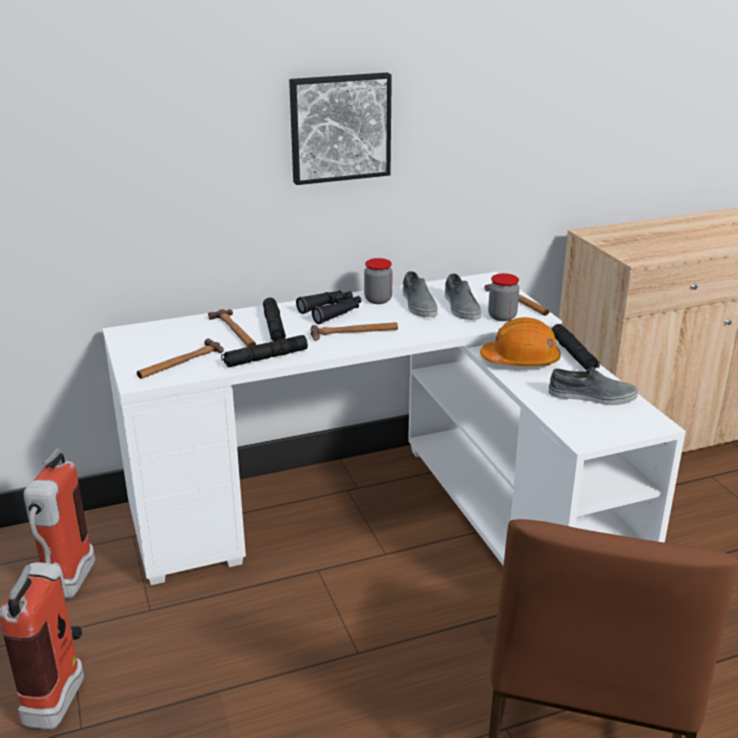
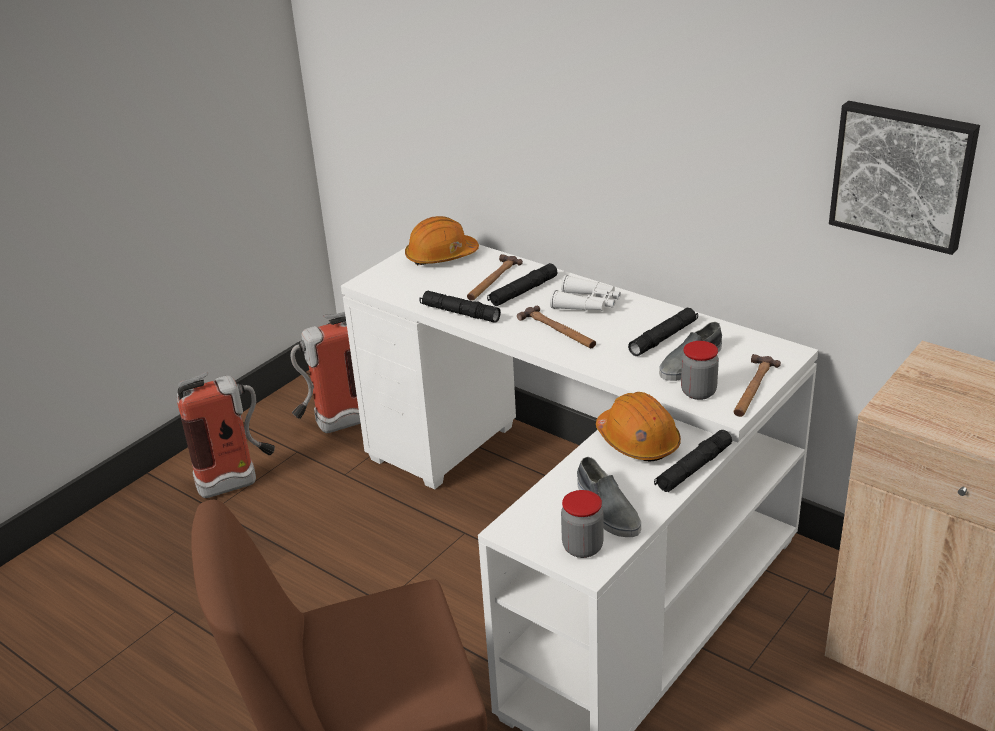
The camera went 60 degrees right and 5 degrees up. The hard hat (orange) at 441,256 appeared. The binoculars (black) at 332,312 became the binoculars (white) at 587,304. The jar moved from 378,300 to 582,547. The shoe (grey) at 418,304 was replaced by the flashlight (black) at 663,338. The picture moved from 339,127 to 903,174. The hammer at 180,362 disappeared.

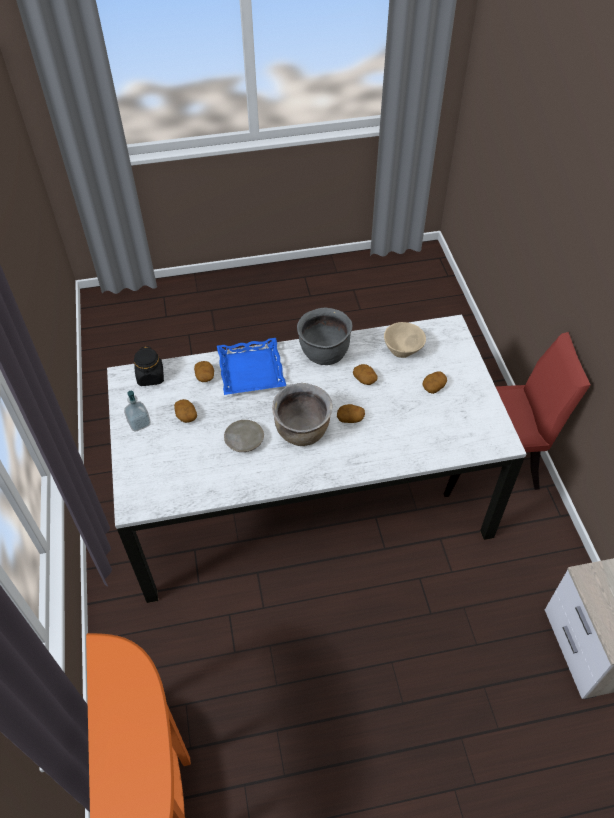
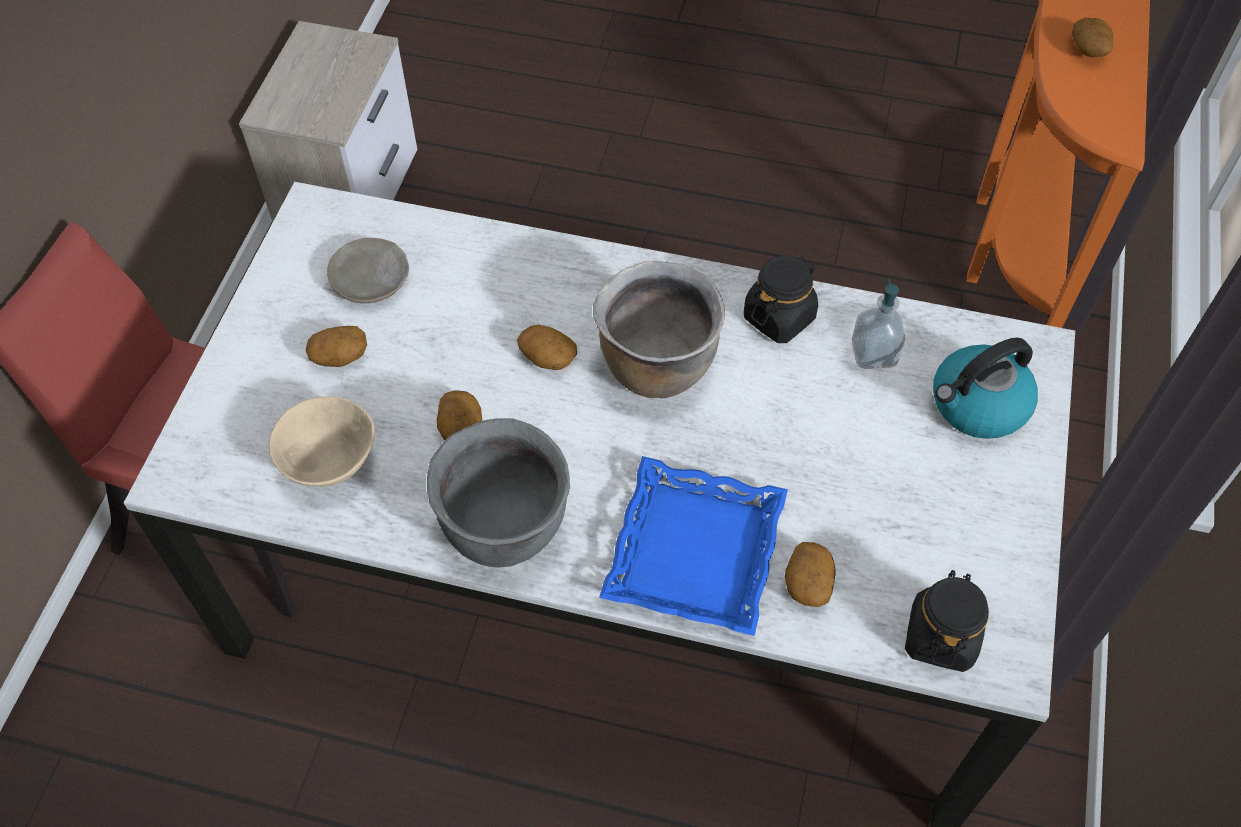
The camera went 155 degrees left and 5 degrees up. The plate (beige) moved from 244,440 to 371,280. The jar (black) at 779,317 appeared. The soap dispenser moved from 139,423 to 873,353. The kettle at 977,405 appeared. The potato moved from 186,415 to 1089,49.

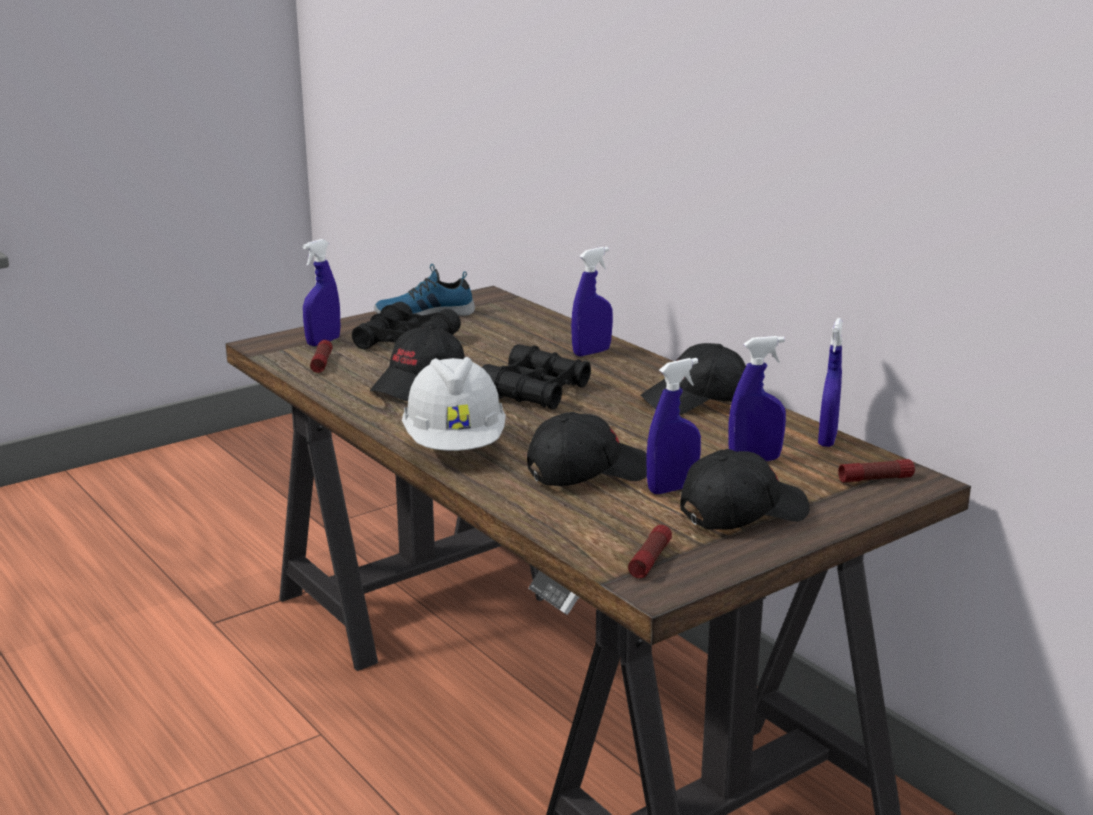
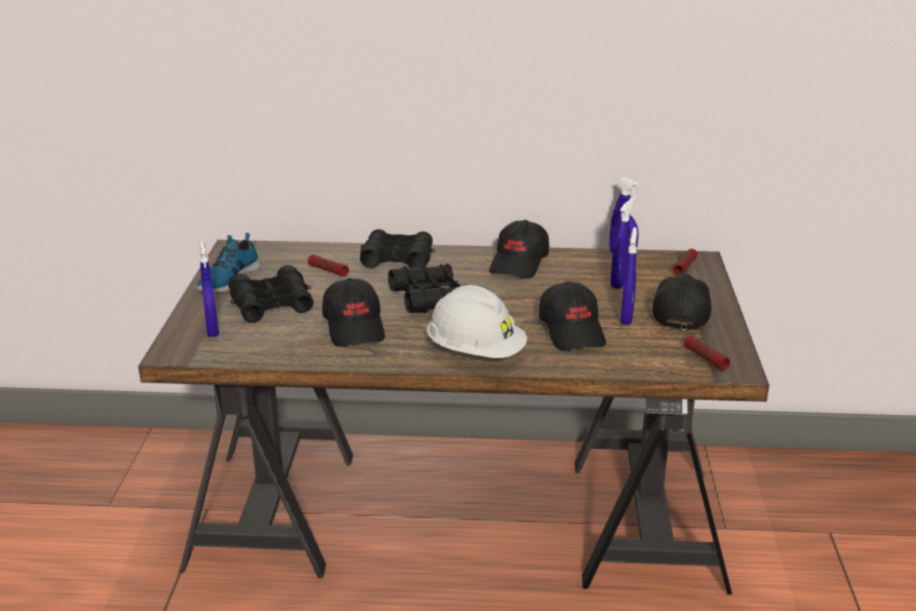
The camera went 50 degrees left and 5 degrees up. The flashlight moved from 322,363 to 328,271. The spray bottle (blue) at 591,352 was replaced by the binoculars (black) at 397,259. The cap (black) at 587,472 turned 150 degrees clockwise.

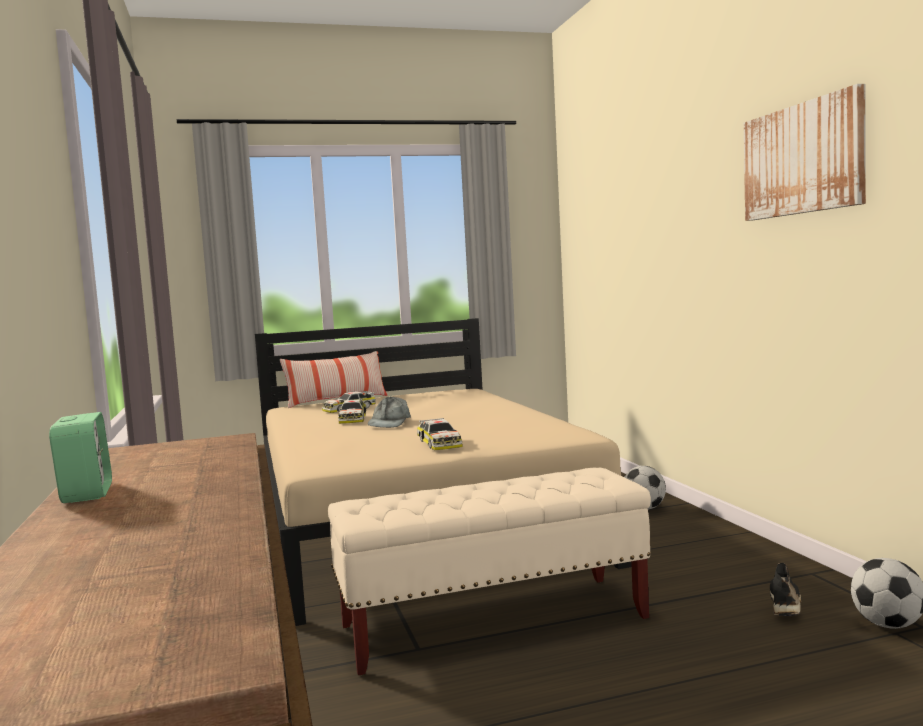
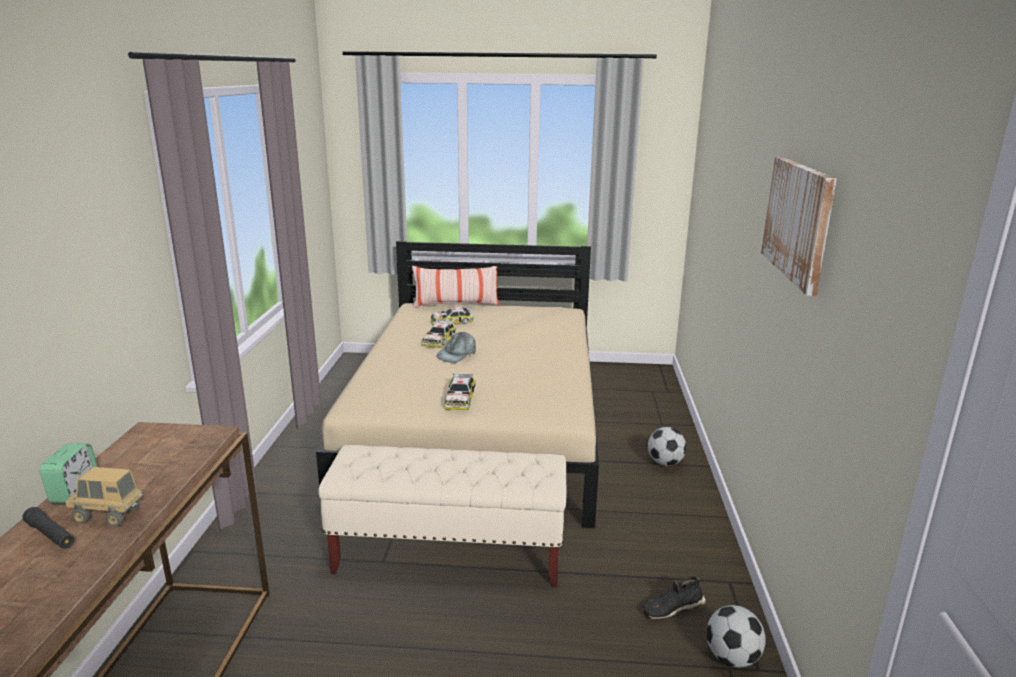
The camera went 20 degrees right and 15 degrees up. The flashlight (black) at 50,535 appeared. The toy truck at 108,516 appeared. The shoe (black) at 785,605 turned 150 degrees counterclockwise.

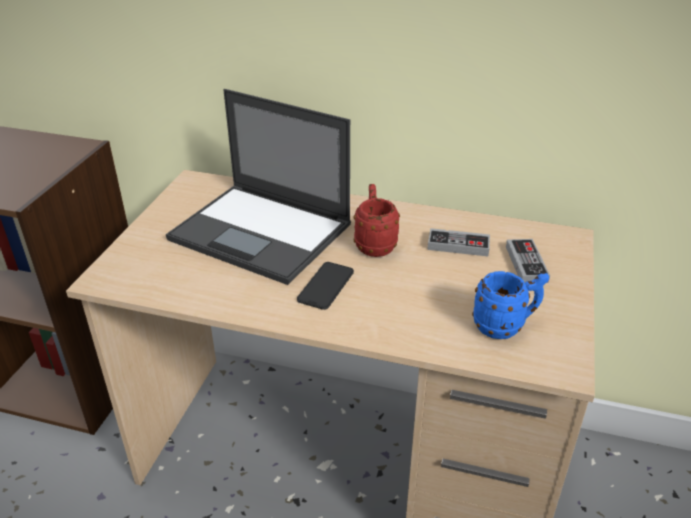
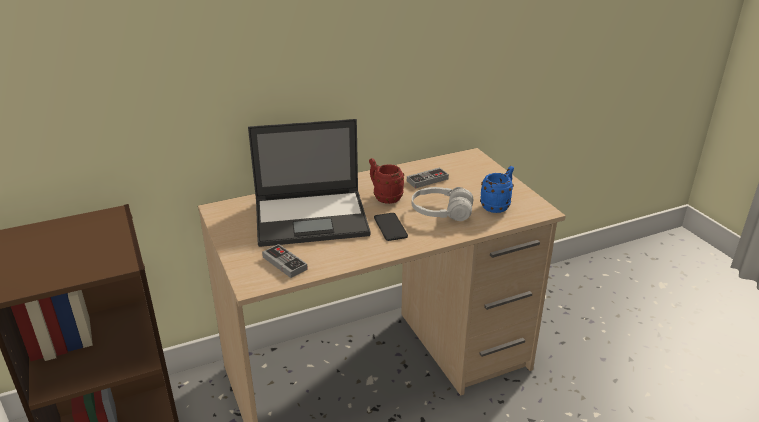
The camera went 40 degrees left and 5 degrees down. The game controller moved from 526,264 to 284,263. The headphones (white) at 441,213 appeared.

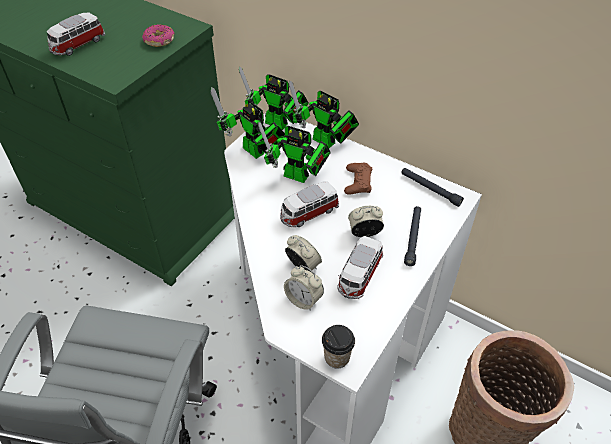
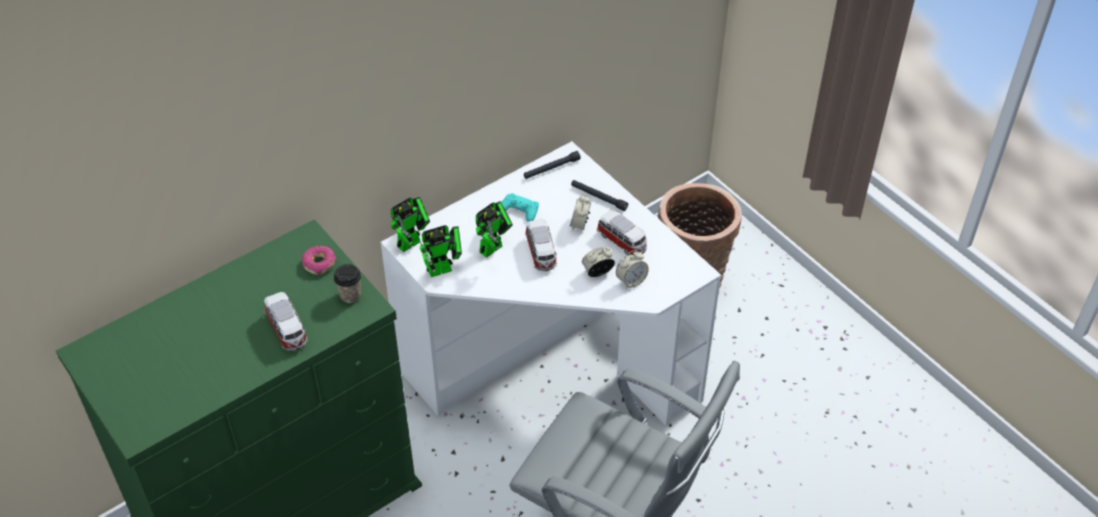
The camera went 70 degrees left and 0 degrees up. The cup moved from 337,357 to 350,295. The game controller (brown) at 358,182 became the game controller (turquoise) at 519,210. The toy robot at 327,142 disappeared.

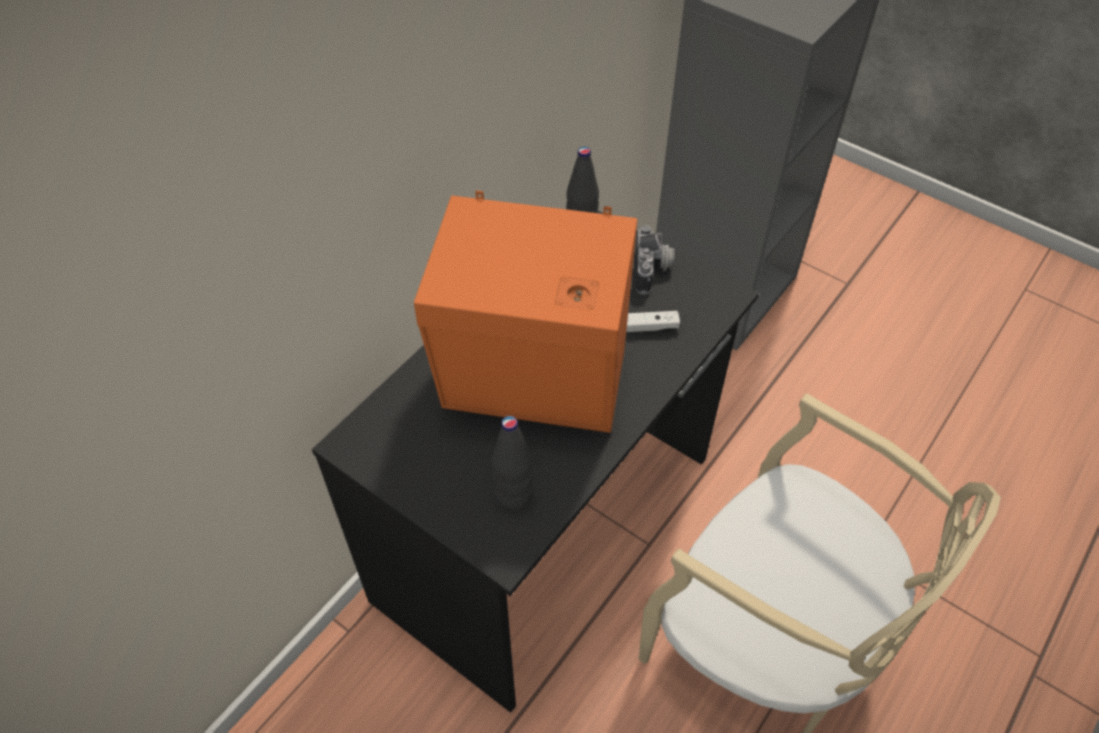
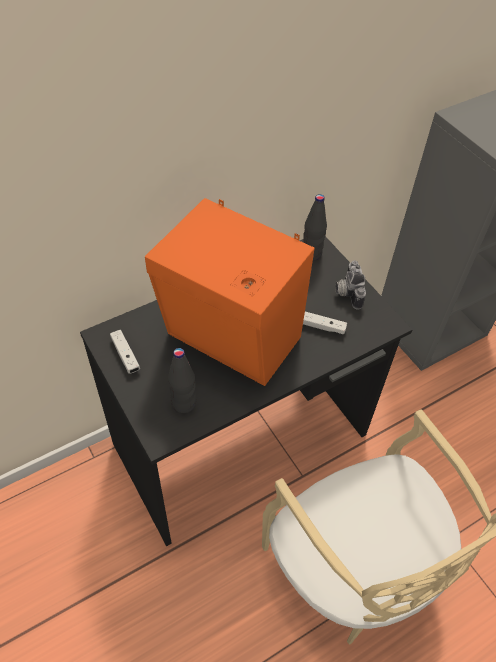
The camera went 20 degrees right and 0 degrees up. The game controller (white) at 125,355 appeared. The photo camera at 653,270 turned 150 degrees clockwise.

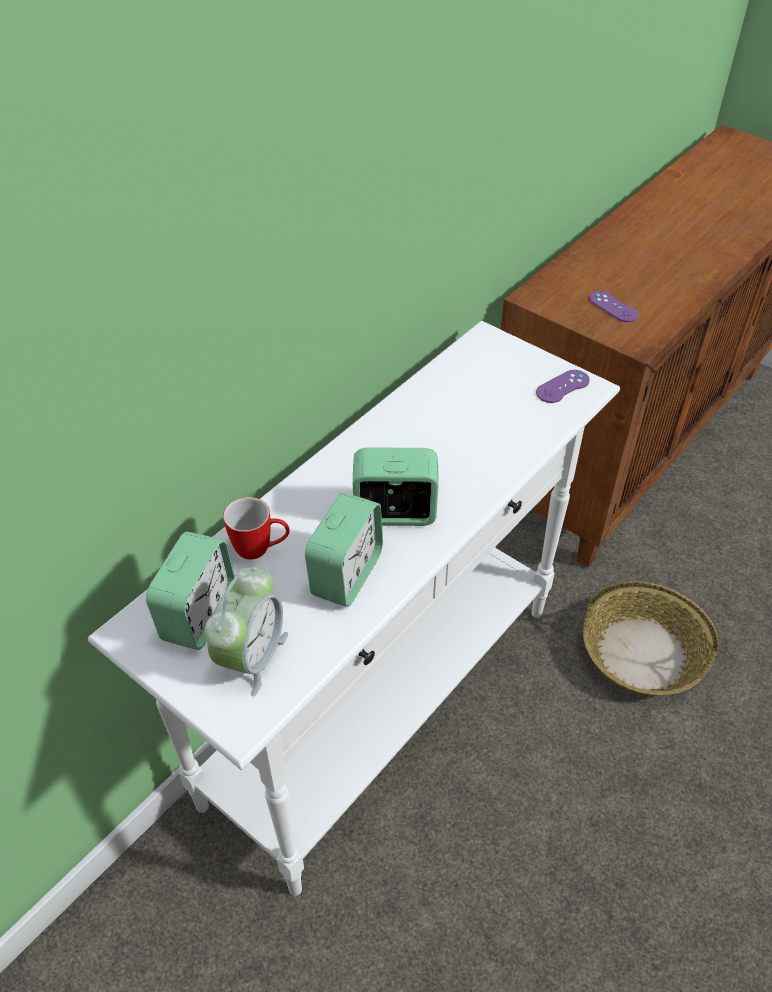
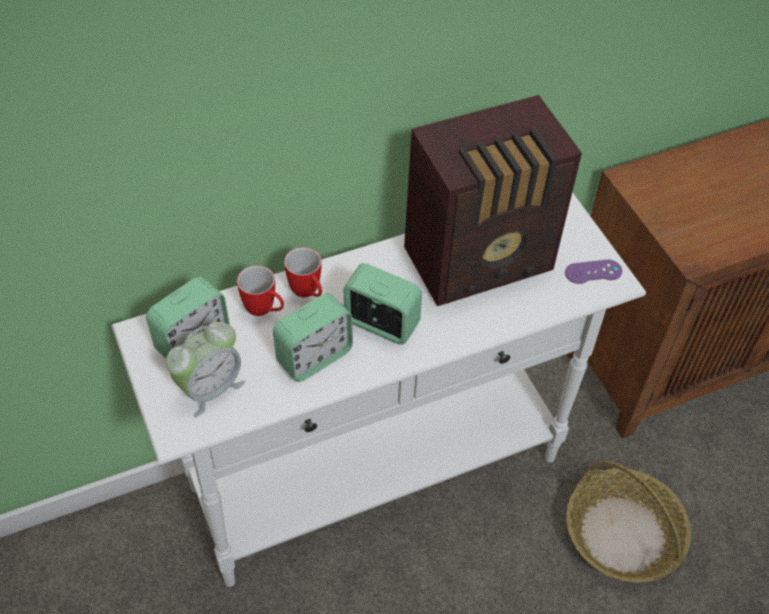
The camera went 25 degrees right and 5 degrees up. The mug at 308,293 appeared. The radio at 482,261 appeared. The game controller (purple) at 613,307 disappeared.

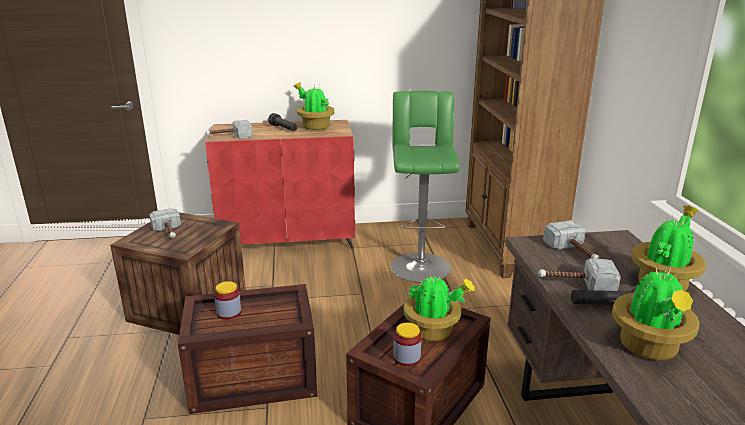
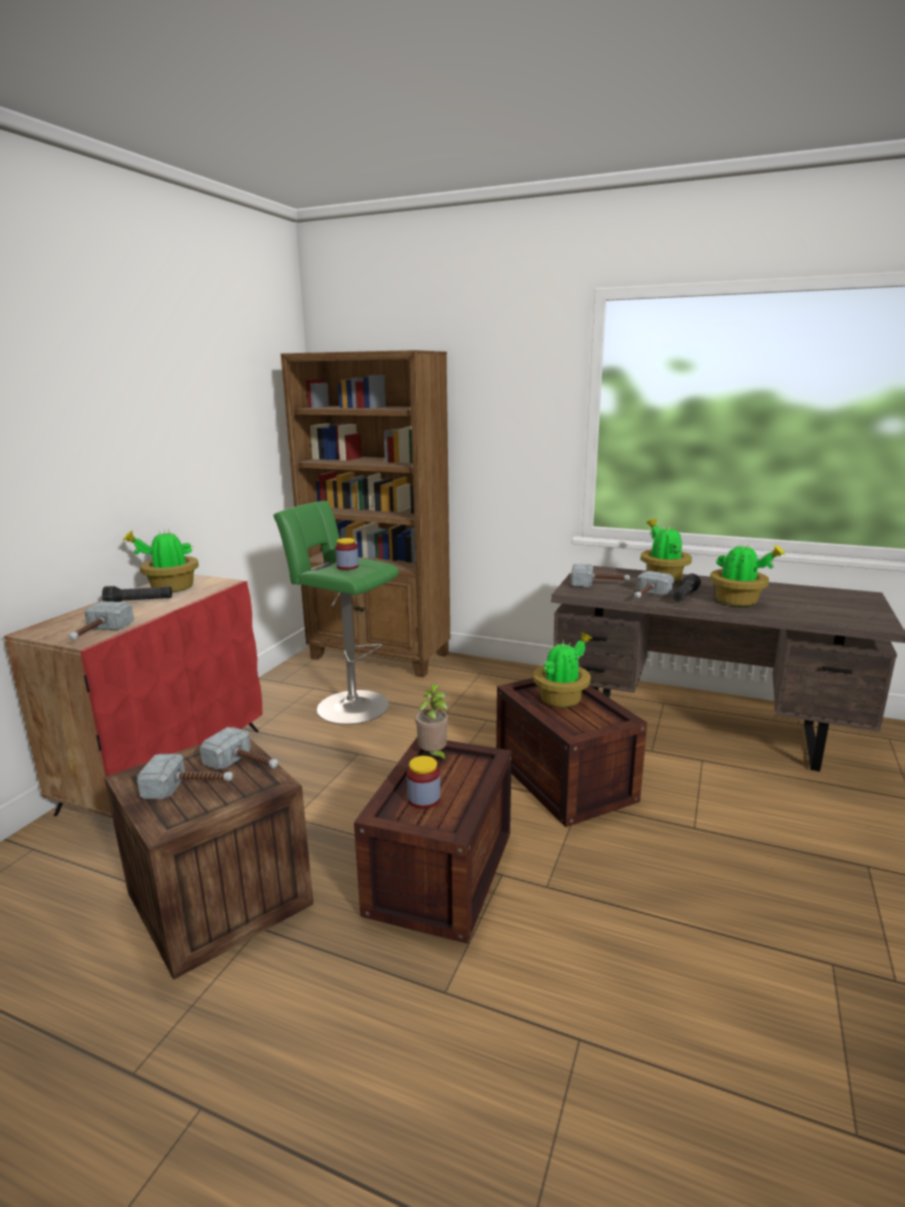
The camera went 60 degrees left and 5 degrees down. The hammer at 245,765 appeared. The jar moved from 407,357 to 347,567. The potted plant at 433,756 appeared.

